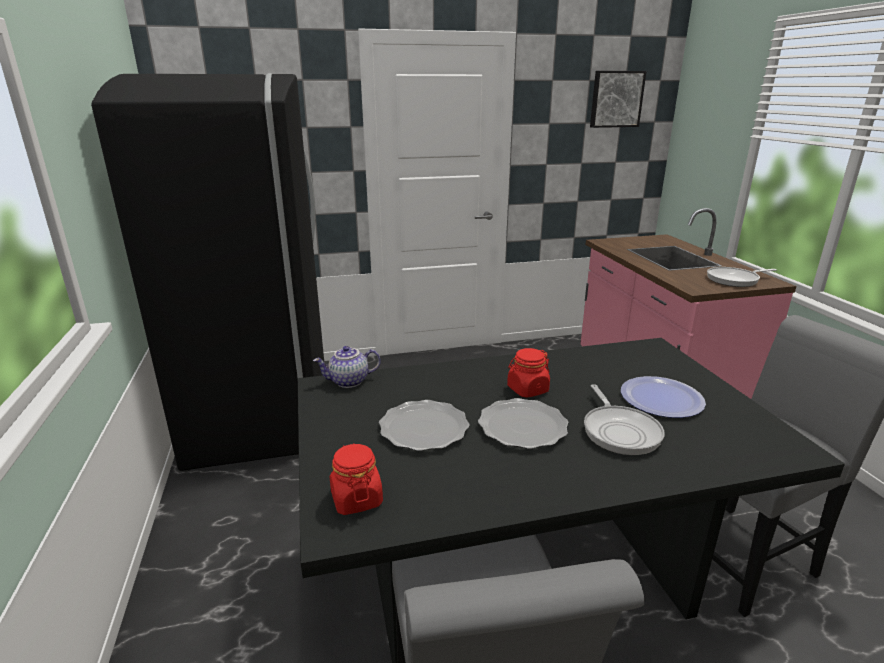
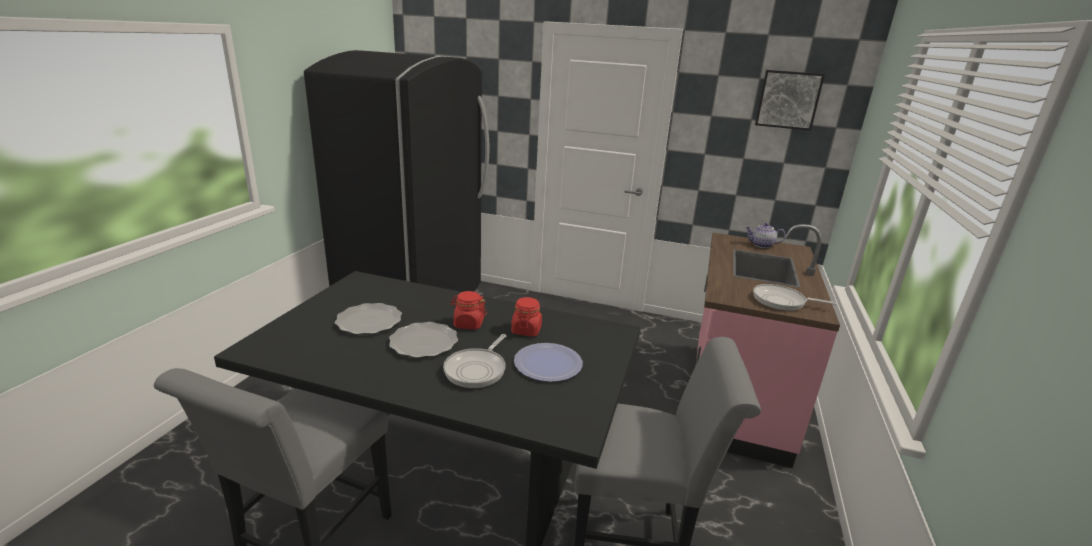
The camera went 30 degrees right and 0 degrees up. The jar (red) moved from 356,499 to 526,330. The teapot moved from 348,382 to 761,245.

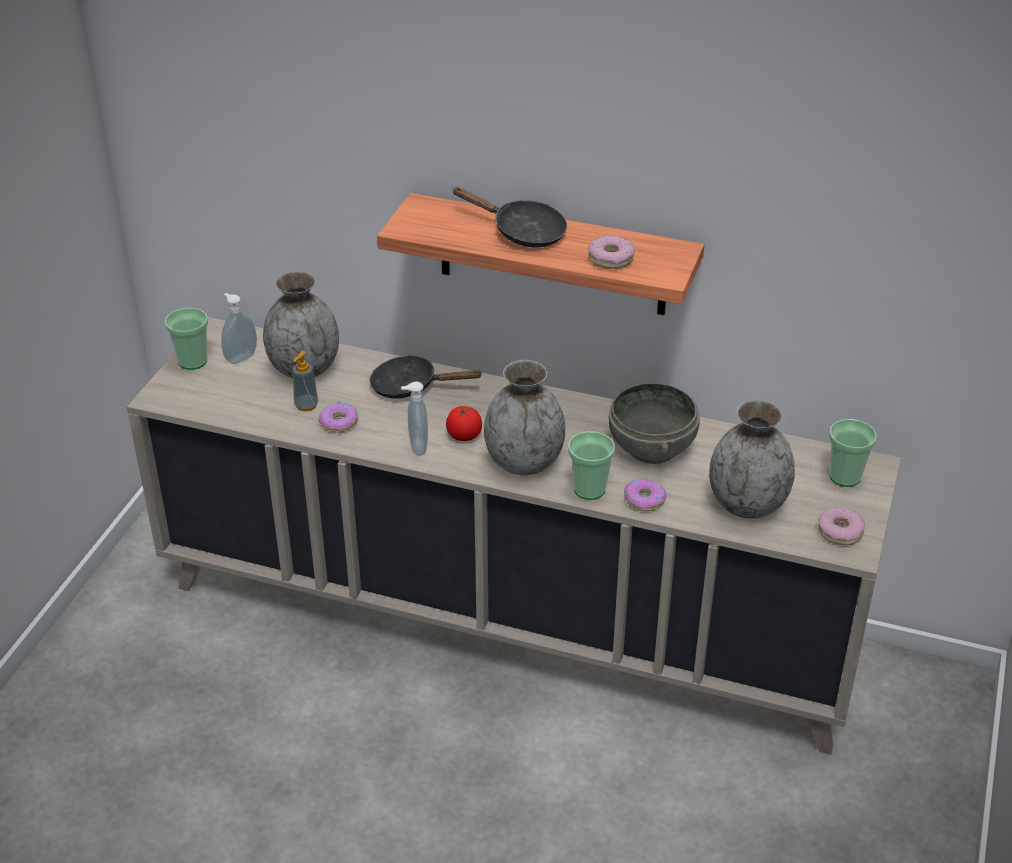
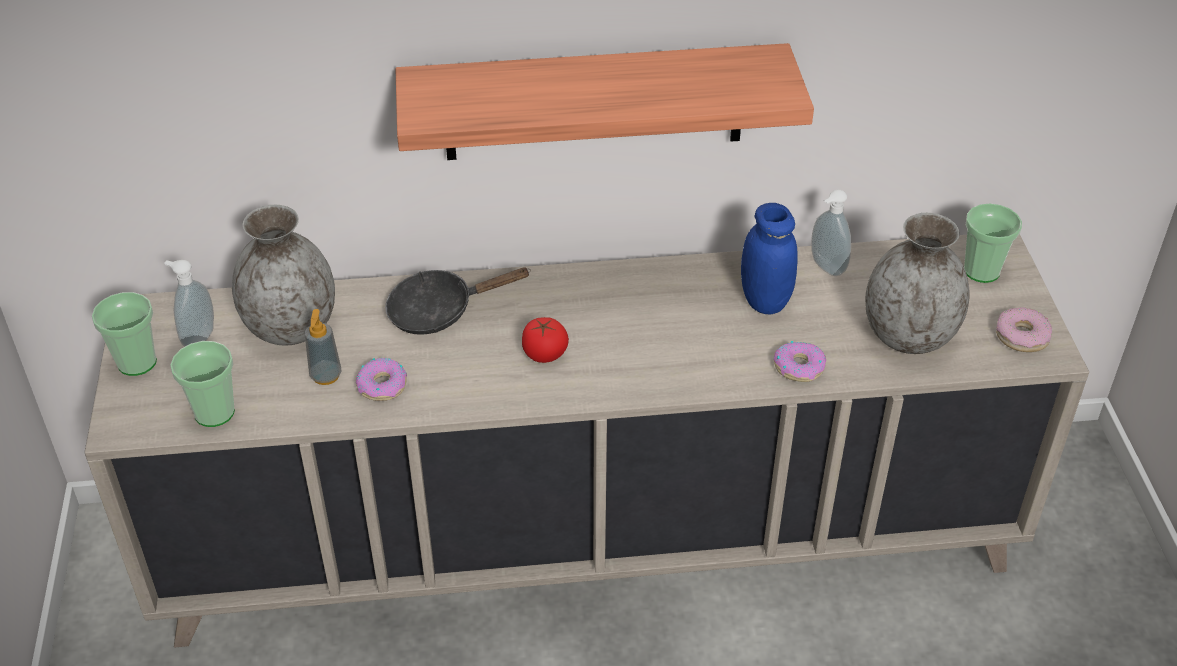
The camera went 25 degrees left and 5 degrees up. The cup moved from 589,489 to 214,412. The bowl (grey) at 653,448 was replaced by the jar (blue) at 765,301. The soap dispenser moved from 416,448 to 825,268. The frying pan (black) at 522,232 disappeared. The vase (grey) at 525,462 disappeared. The donut at 611,258 disappeared.

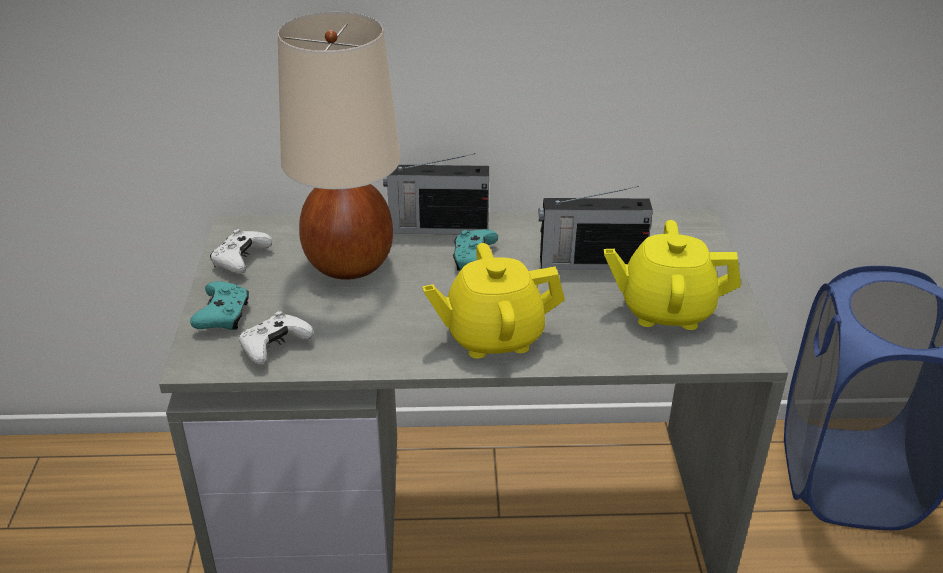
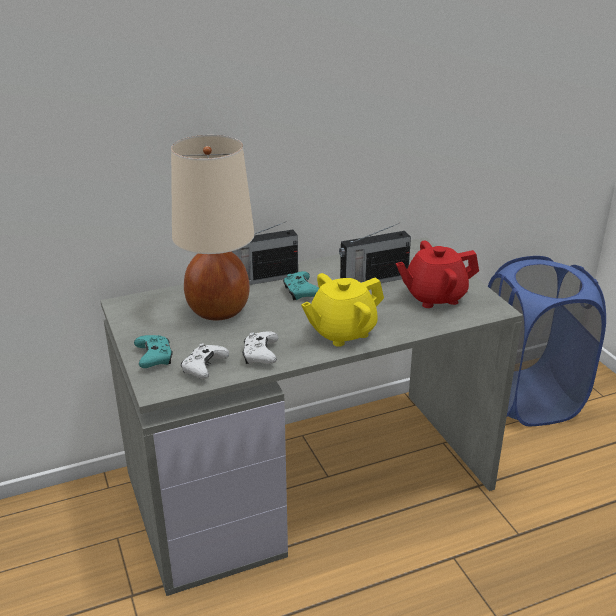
The camera went 20 degrees left and 5 degrees down. The game controller (white) moved from 241,260 to 260,355. The teapot (yellow) at 665,310 became the teapot (red) at 434,297.

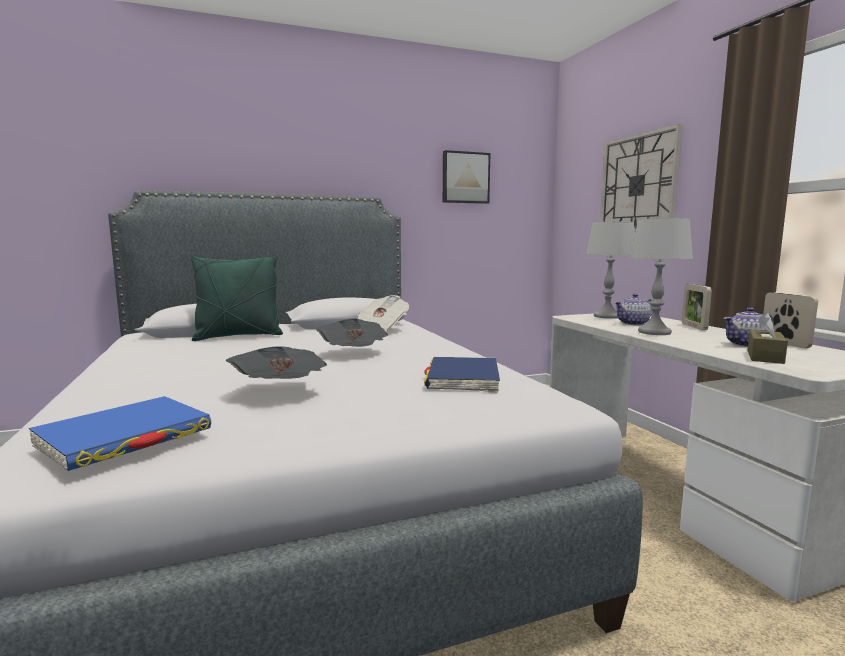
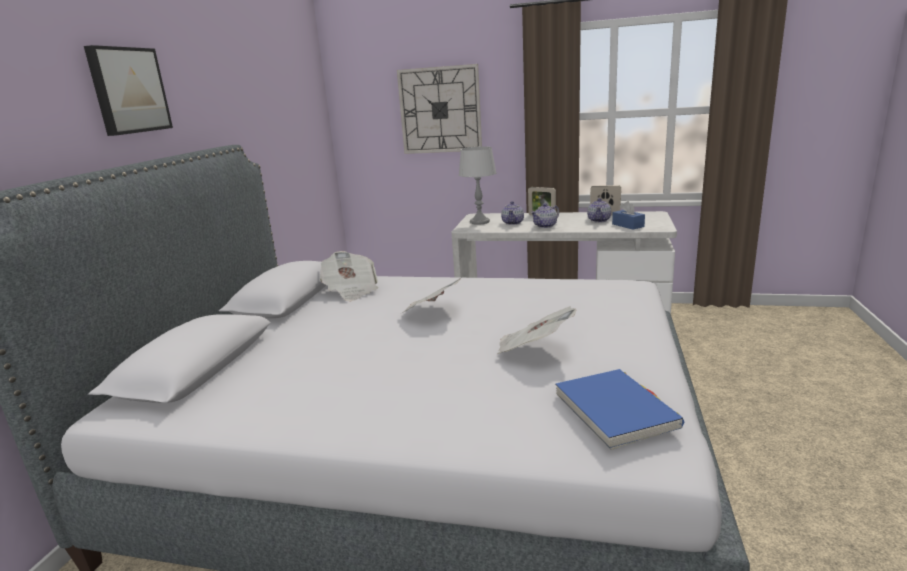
The camera went 55 degrees left and 10 degrees up. The picture moved from 465,178 to 128,90. The table lamp (grey) at 654,332 was replaced by the teapot at 545,226. The tissue box (brown) at 765,357 became the tissue box (blue) at 628,225. The pillow (green) at 238,336 disappeared. The book (blue) at 462,378 disappeared.

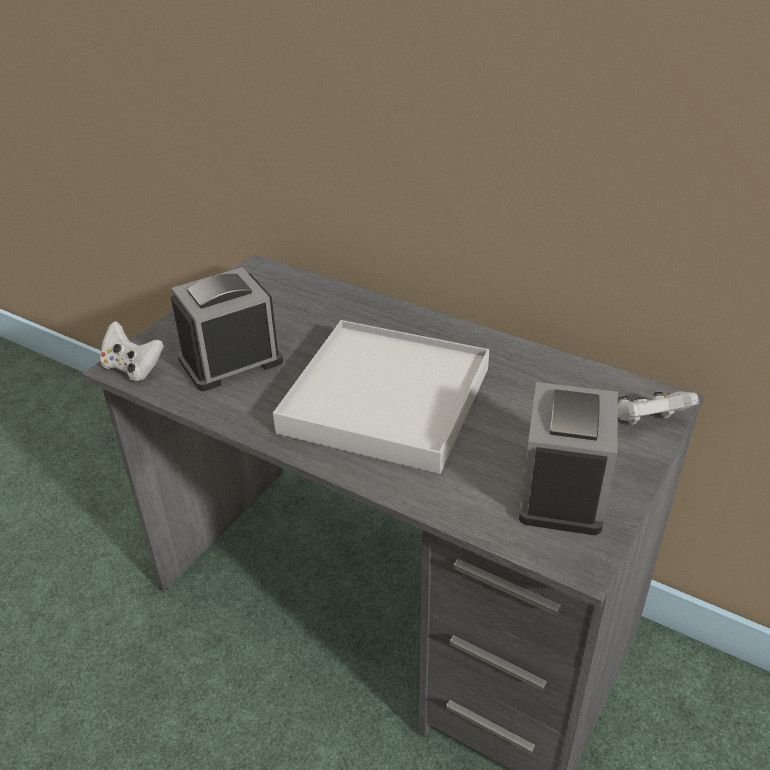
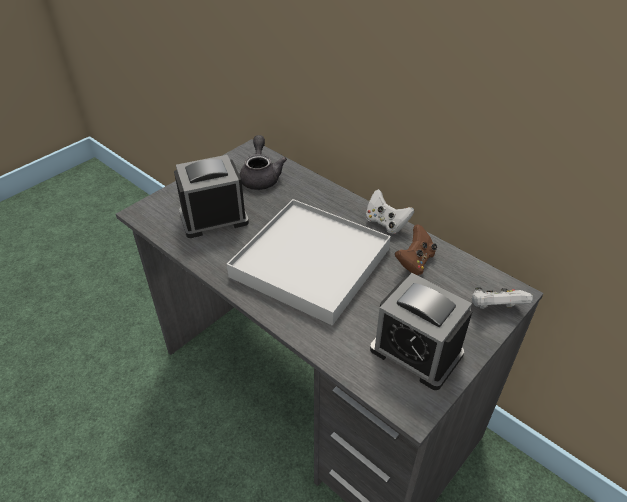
The camera went 10 degrees right and 5 degrees up. The teapot (grey) at 261,176 appeared. The game controller (white) moved from 133,368 to 386,223. The alarm clock at 562,489 turned 105 degrees clockwise. The game controller (brown) at 415,262 appeared.

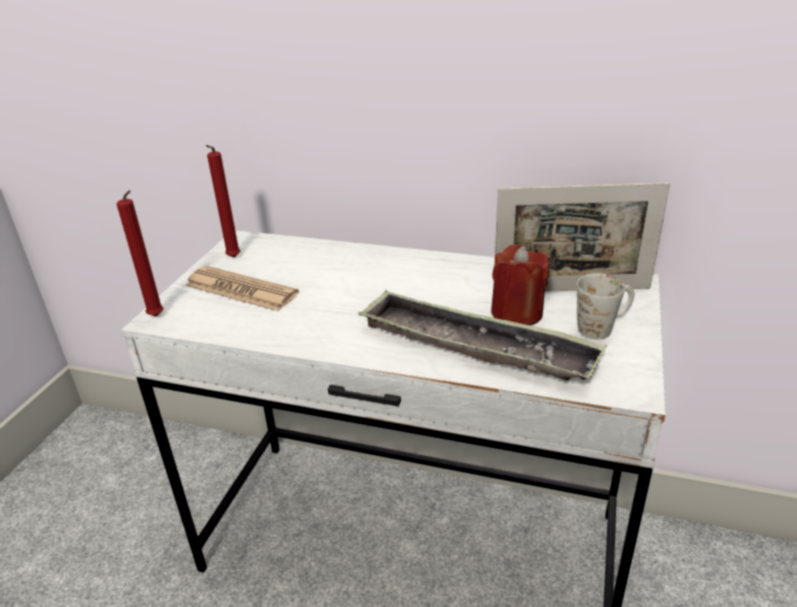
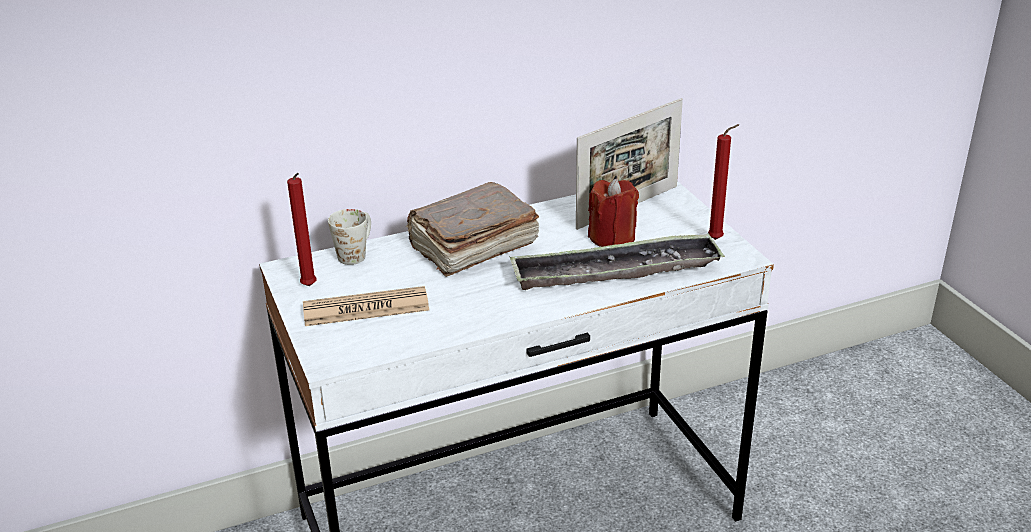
The camera went 40 degrees left and 0 degrees up. The mug (white) moved from 603,327 to 356,253. The book (brown) at 471,247 appeared. The candle (red) moved from 158,317 to 717,239.

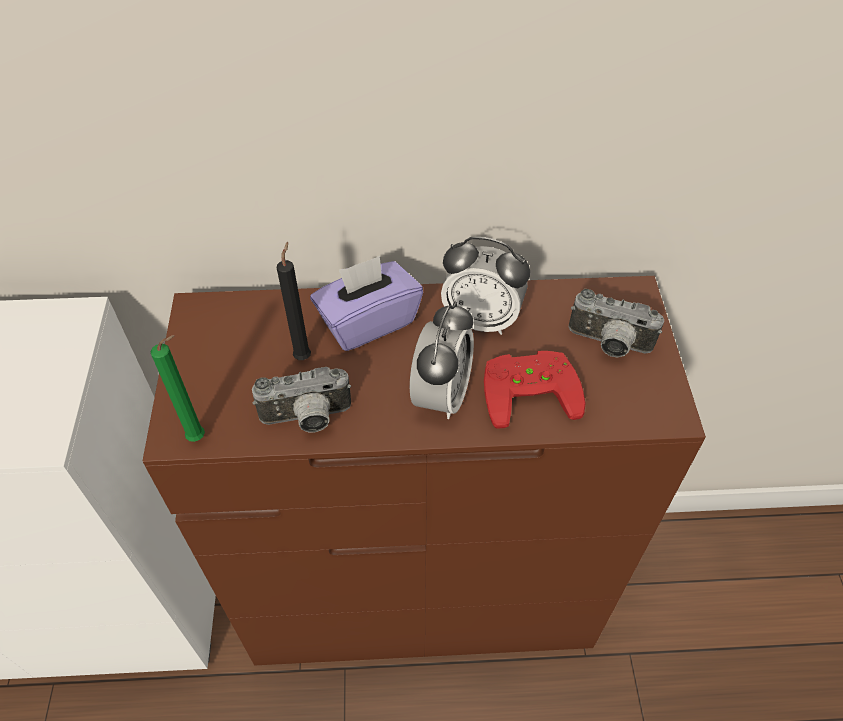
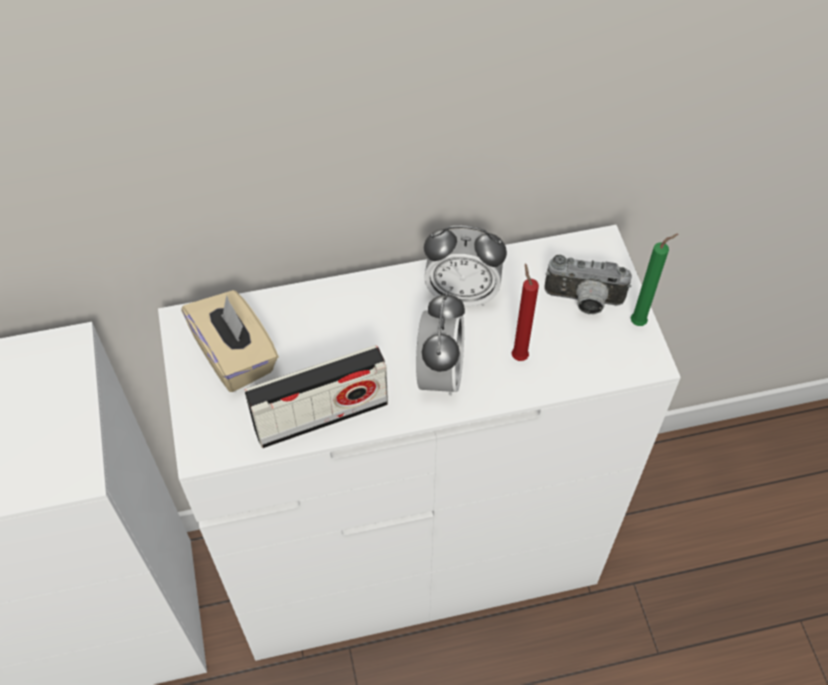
The camera went 10 degrees left and 5 degrees up. The dresser (brown) at 421,593 became the dresser (white) at 413,559. The tissue box (beige) at 236,355 appeared. The photo camera at 307,419 was replaced by the radio at 321,416. The game controller (red) at 529,388 was replaced by the candle (red) at 518,355. The candle (green) moved from 200,437 to 640,322. The candle (black) at 304,355 disappeared. The tissue box (purple) at 368,322 disappeared.

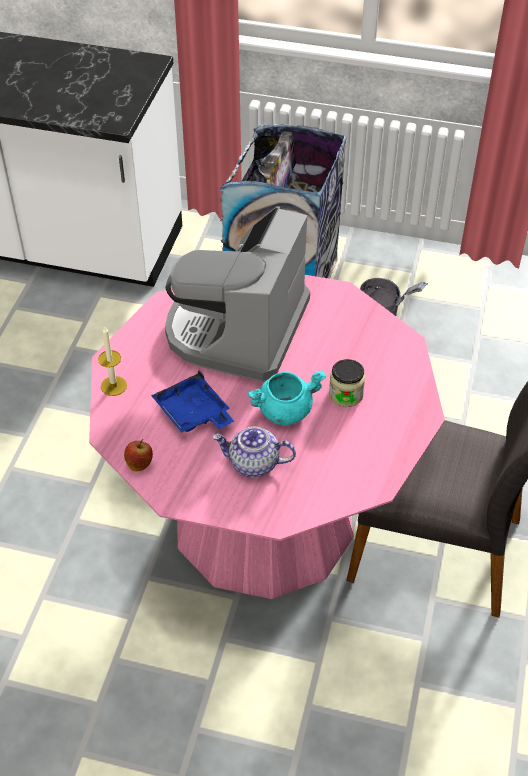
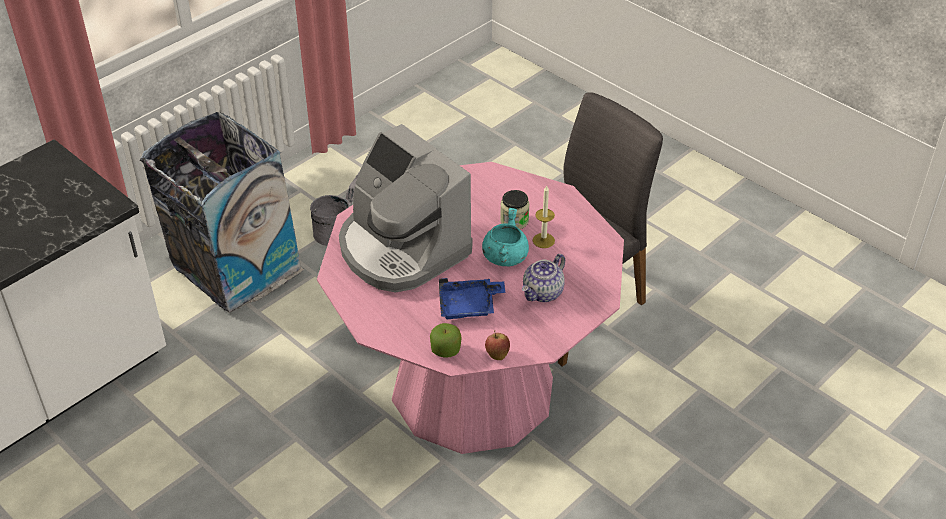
The camera went 60 degrees left and 5 degrees down. The apple at 445,350 appeared. The candle moved from 113,386 to 543,240.

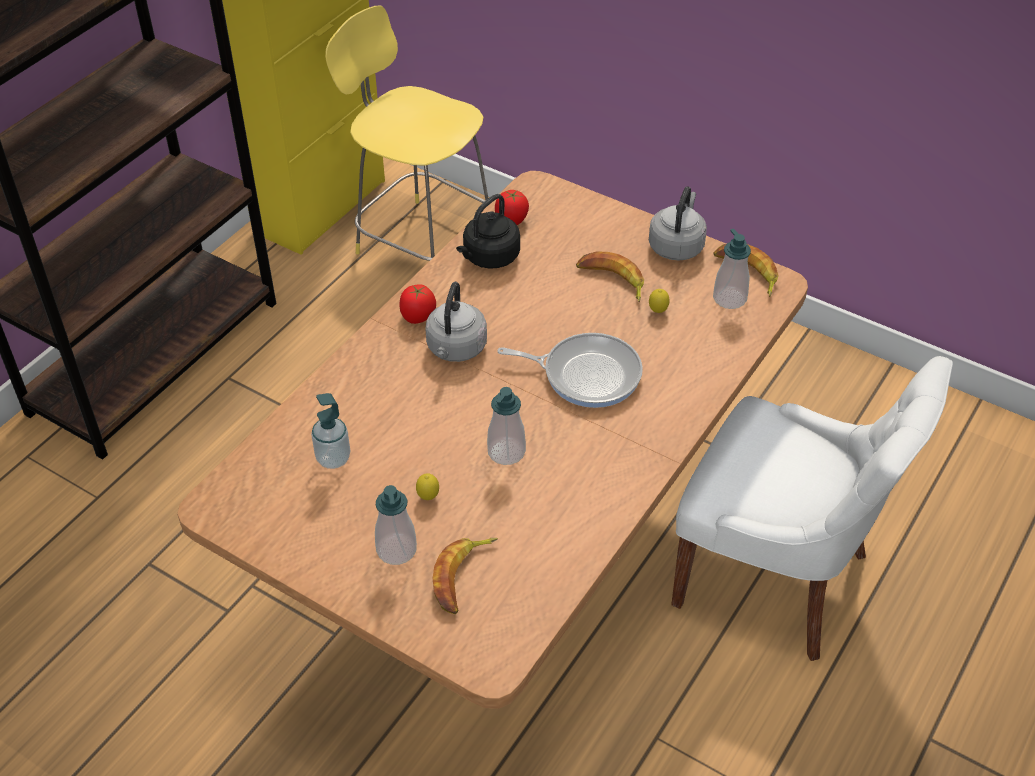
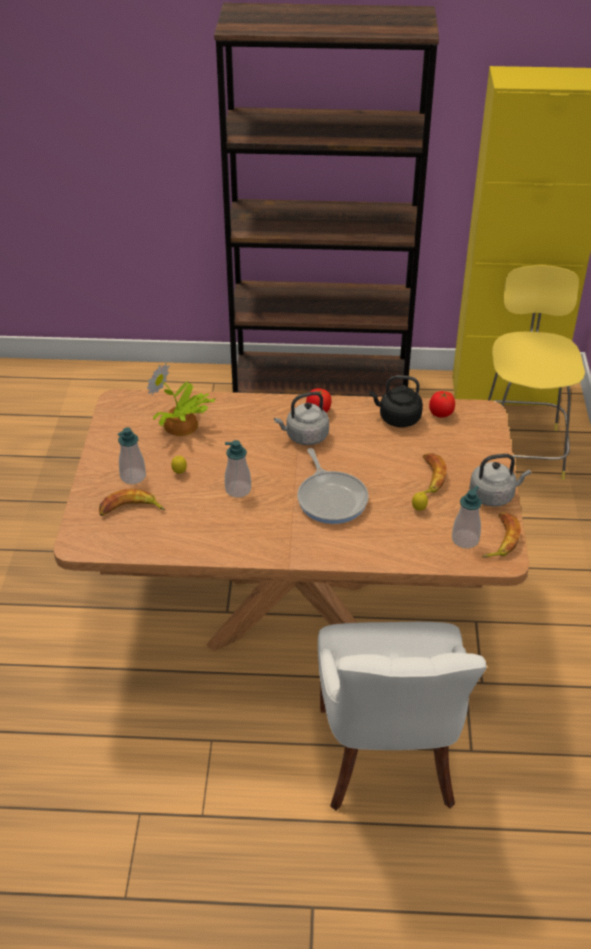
The camera went 60 degrees right and 5 degrees down. The soap dispenser at 333,458 was replaced by the potted plant at 181,426.

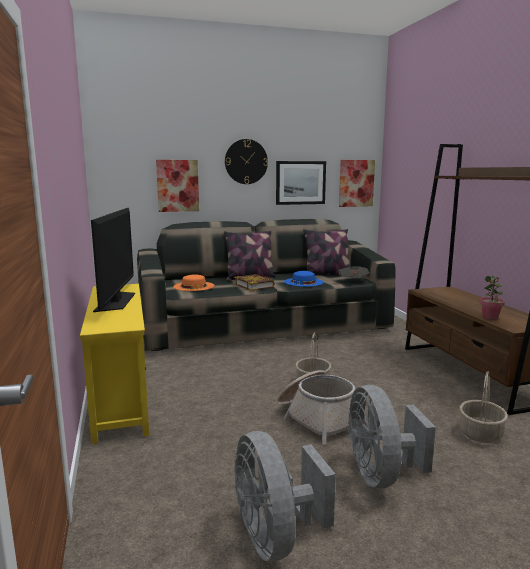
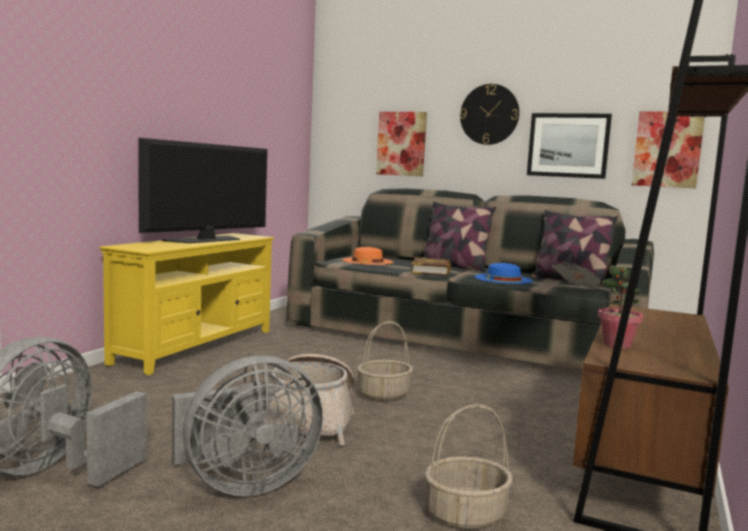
The camera went 40 degrees right and 5 degrees down. The fan (grey) at 381,475 turned 150 degrees counterclockwise.

